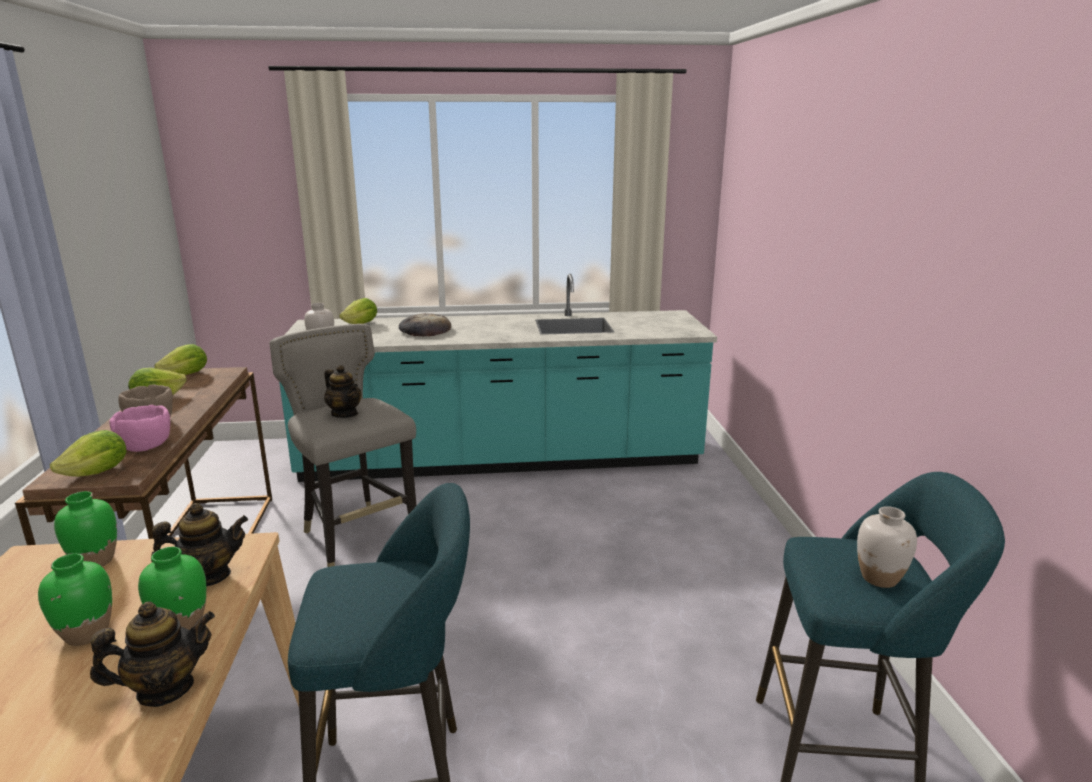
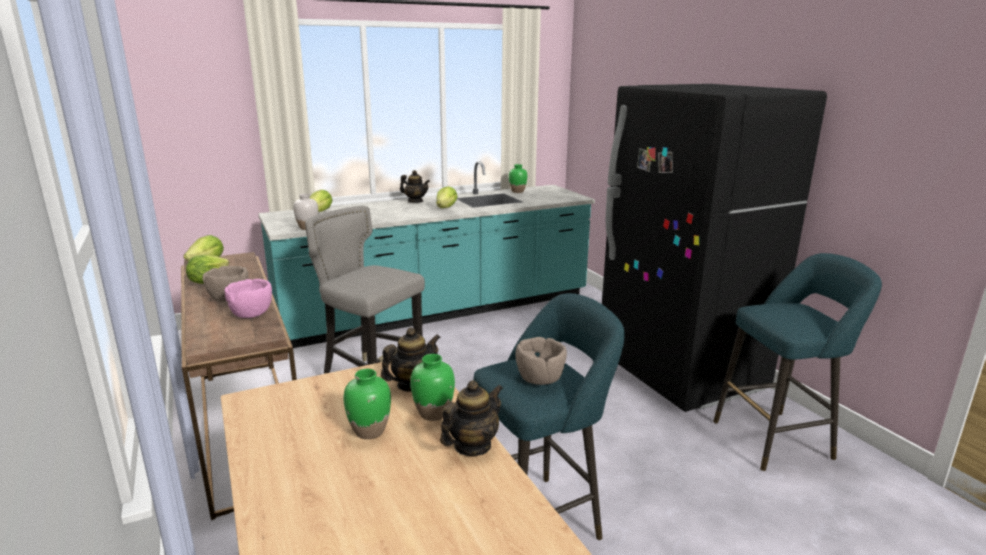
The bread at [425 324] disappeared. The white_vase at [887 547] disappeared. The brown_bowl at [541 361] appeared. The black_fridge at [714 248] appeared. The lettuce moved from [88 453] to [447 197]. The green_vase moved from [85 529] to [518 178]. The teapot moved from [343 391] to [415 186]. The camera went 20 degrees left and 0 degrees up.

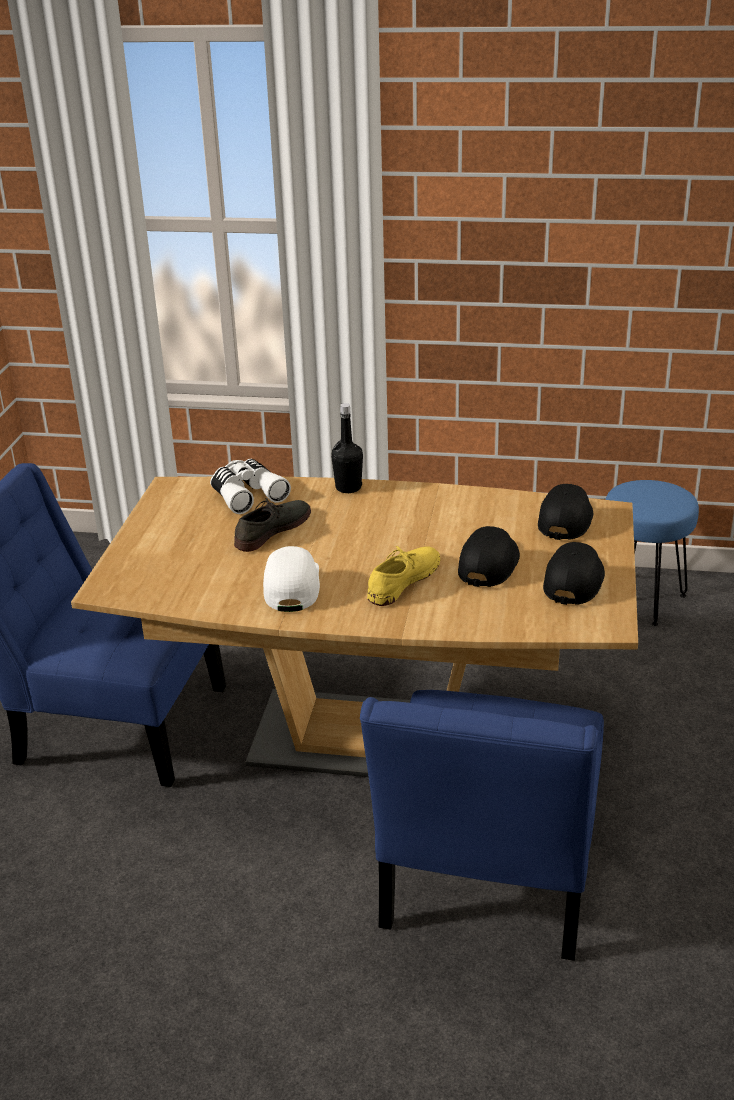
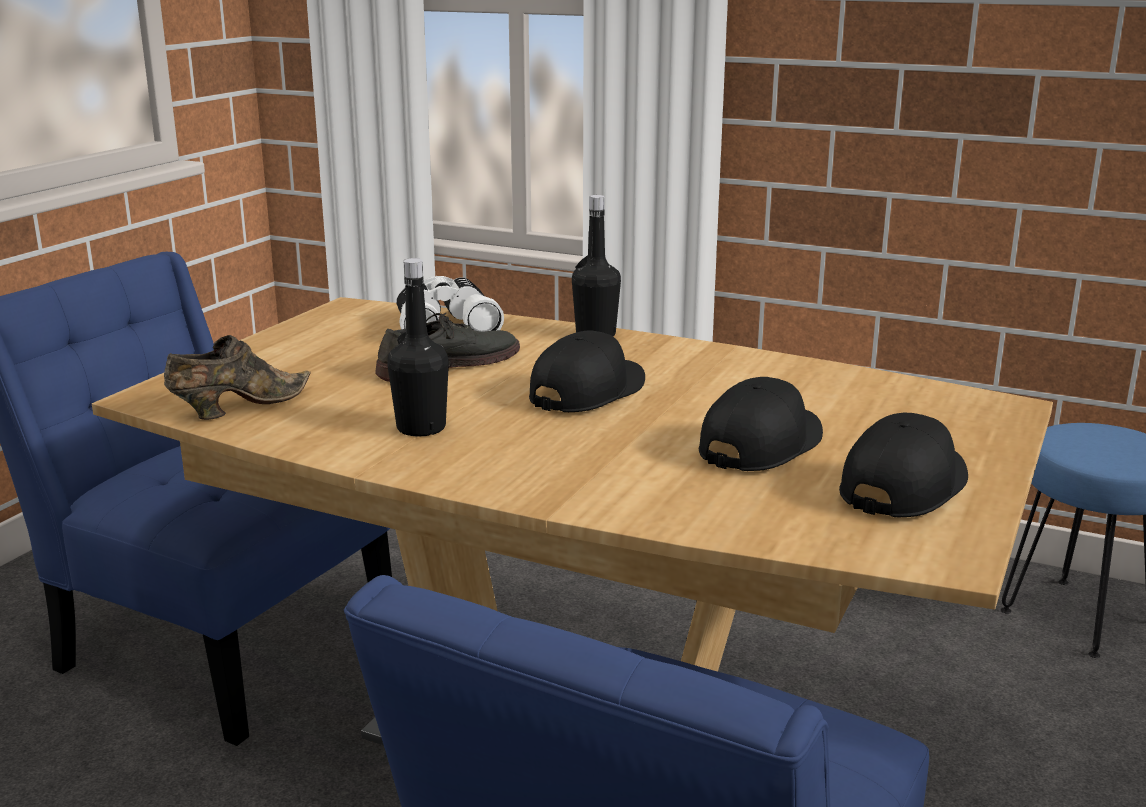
The yellow_shoe at [403 576] disappeared. The brown_shoe at [237 377] appeared. The black_cap moved from [565 512] to [587 371]. The white_cap at [291 579] was replaced by the black_bottle at [418 347]. The camera went 15 degrees right and 10 degrees down.

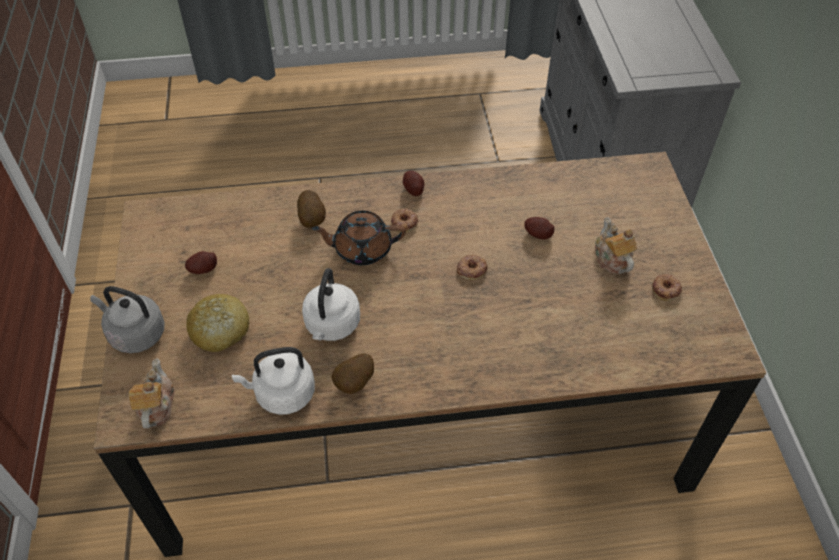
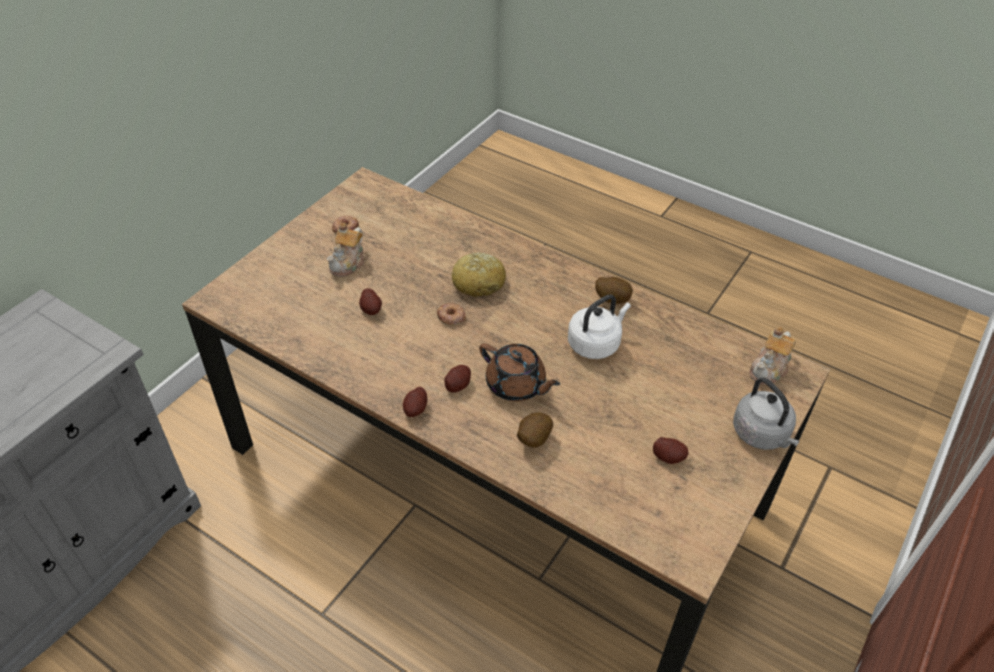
The white_kettle at [273 381] disappeared. The bread moved from [217 323] to [479 274]. The donut at [404 220] was replaced by the potato at [457 378]. The camera went 140 degrees left and 5 degrees down.

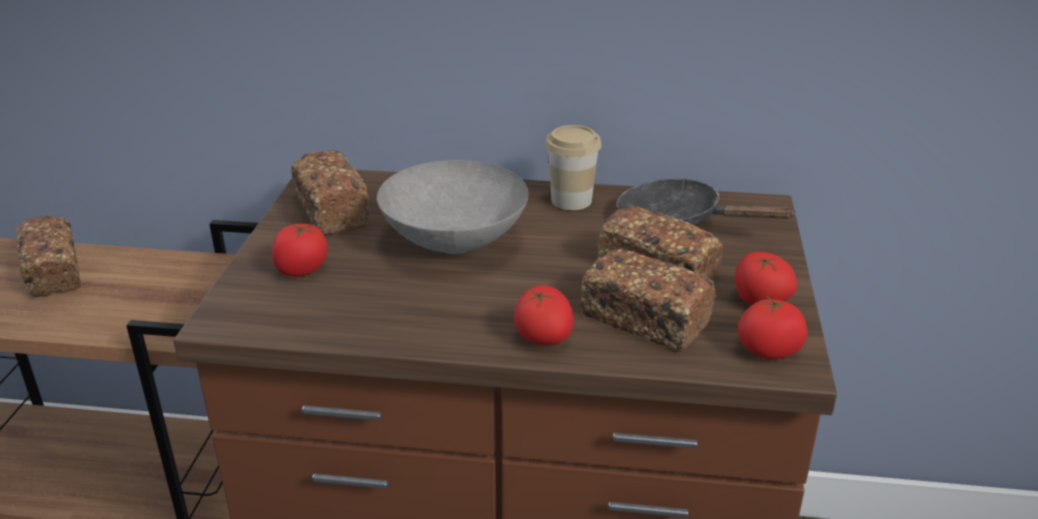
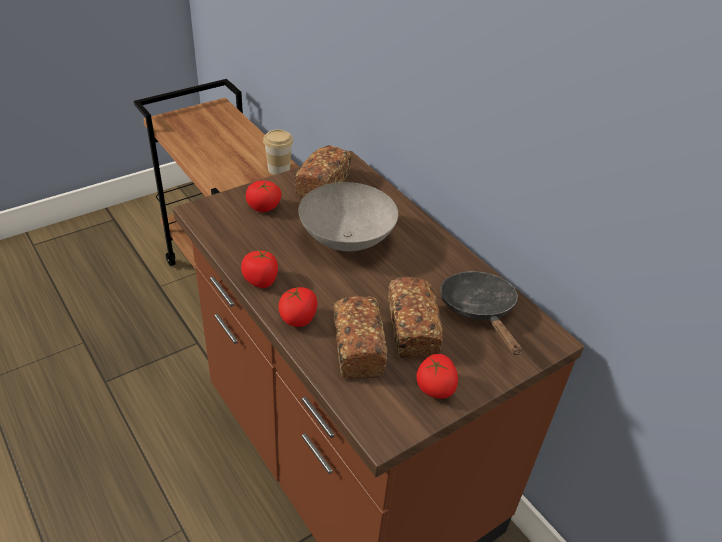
The bread at [48 256] disappeared. The cup moved from [573 167] to [278 152]. The tomato moved from [772 326] to [259 268]. The camera went 45 degrees right and 10 degrees up.

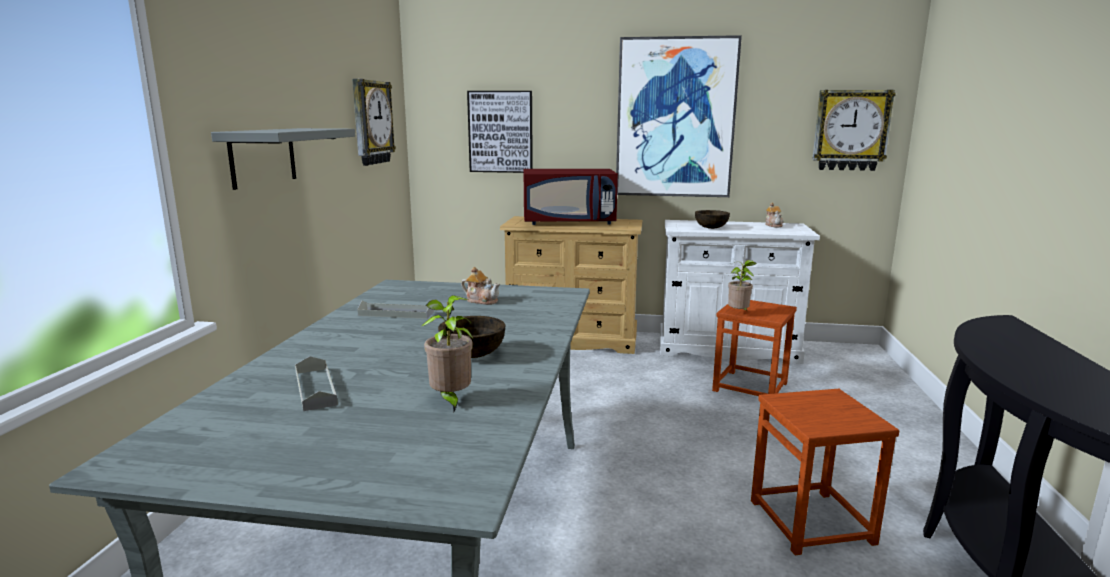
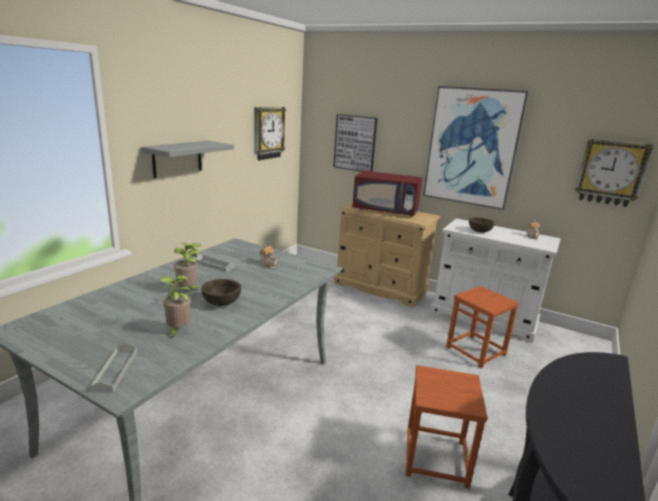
The grey_tray moved from [316 383] to [113 368]. The potted_plant moved from [742 285] to [187 266]. The camera went 20 degrees right and 5 degrees up.

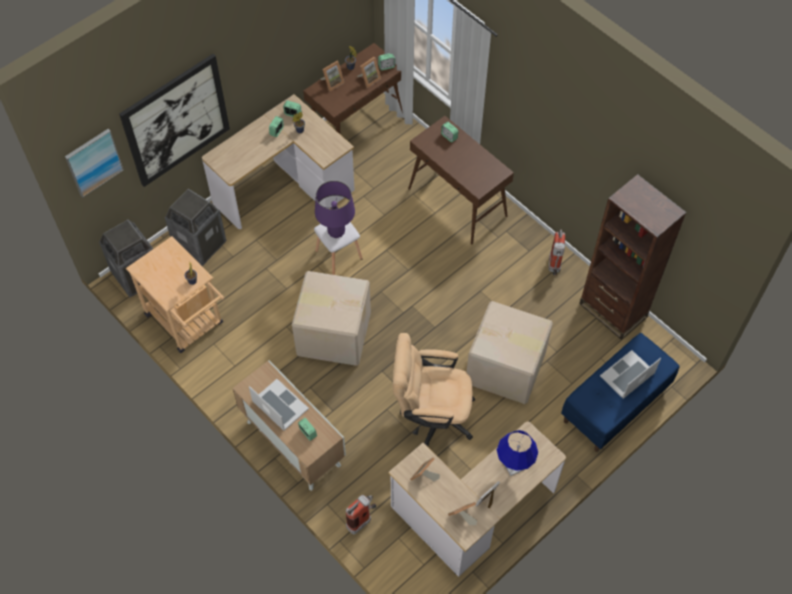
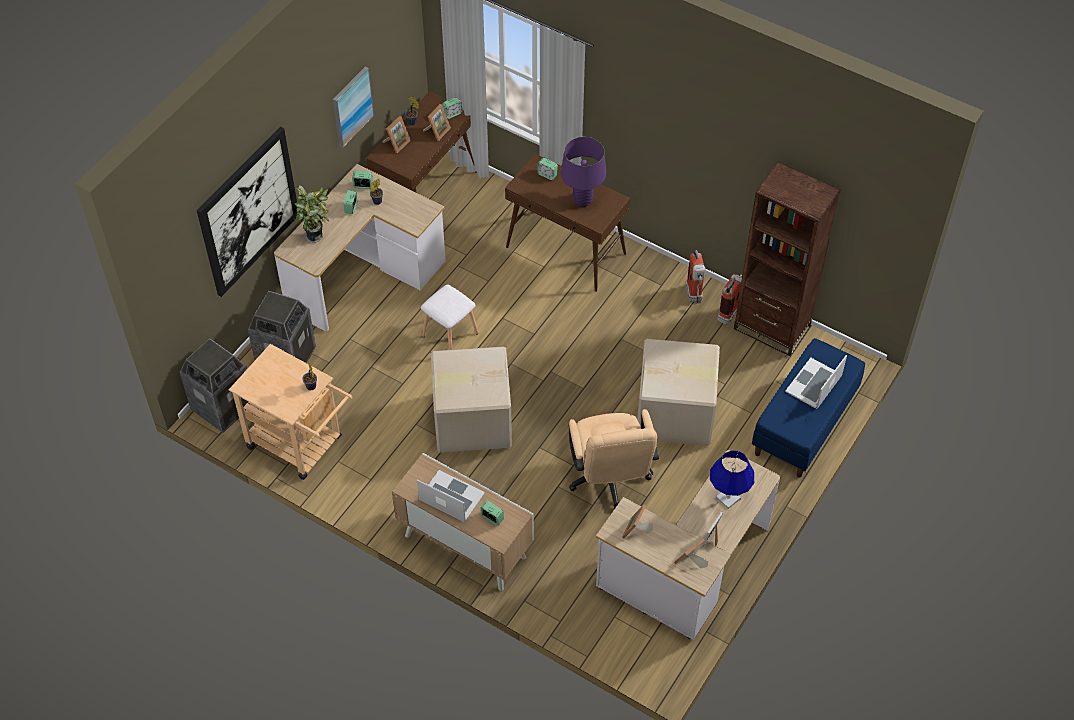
The potted_plant at [312 214] appeared. The picture moved from [94 163] to [353 107]. The purple_table_lamp moved from [335 209] to [584 172]. The fire_extinguisher moved from [361 514] to [729 299]. The beige_office_chair at [434 390] turned 90 degrees counterclockwise. The camera went 15 degrees left and 5 degrees down.

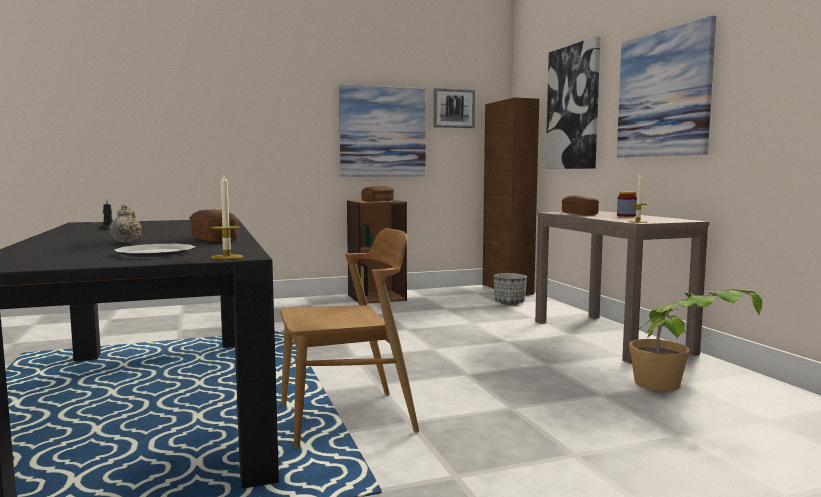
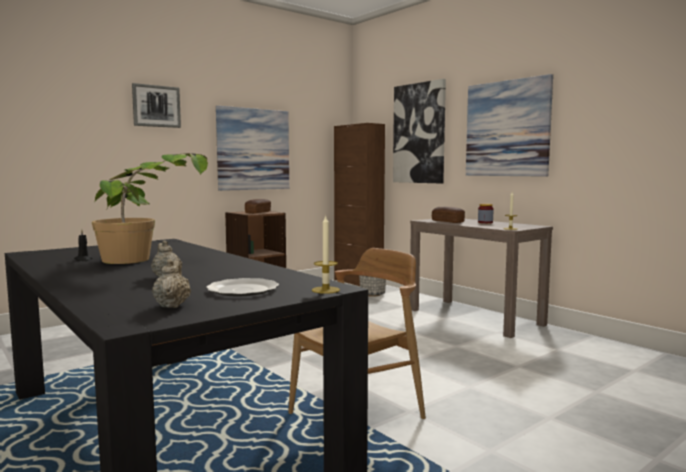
The bread at [213 225] disappeared. The beige_teapot at [171 283] appeared. The picture moved from [454 108] to [156 105]. The potted_plant moved from [695 339] to [150 208]. The camera went 20 degrees left and 0 degrees up.

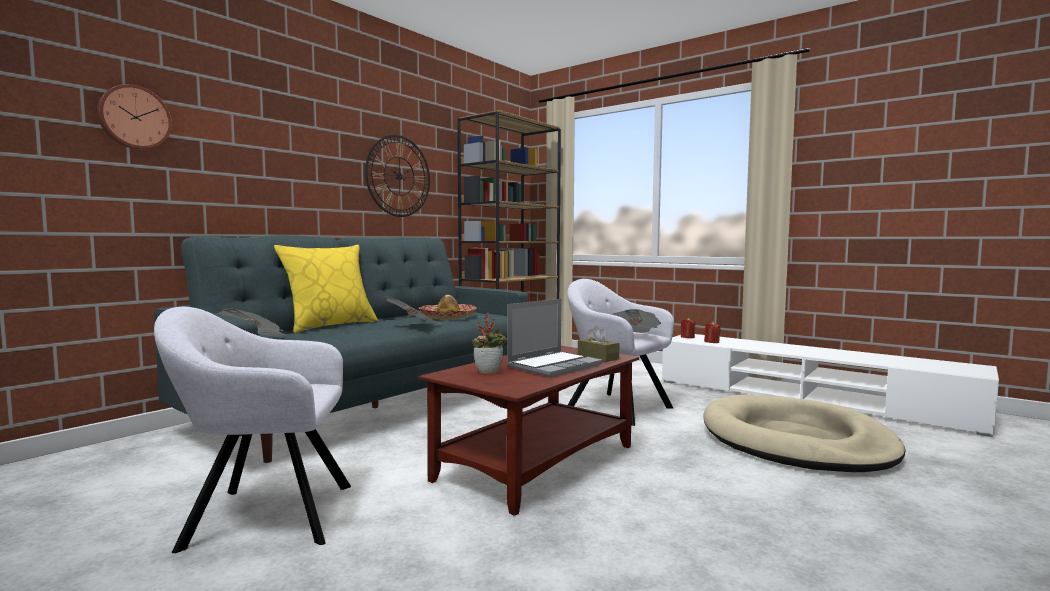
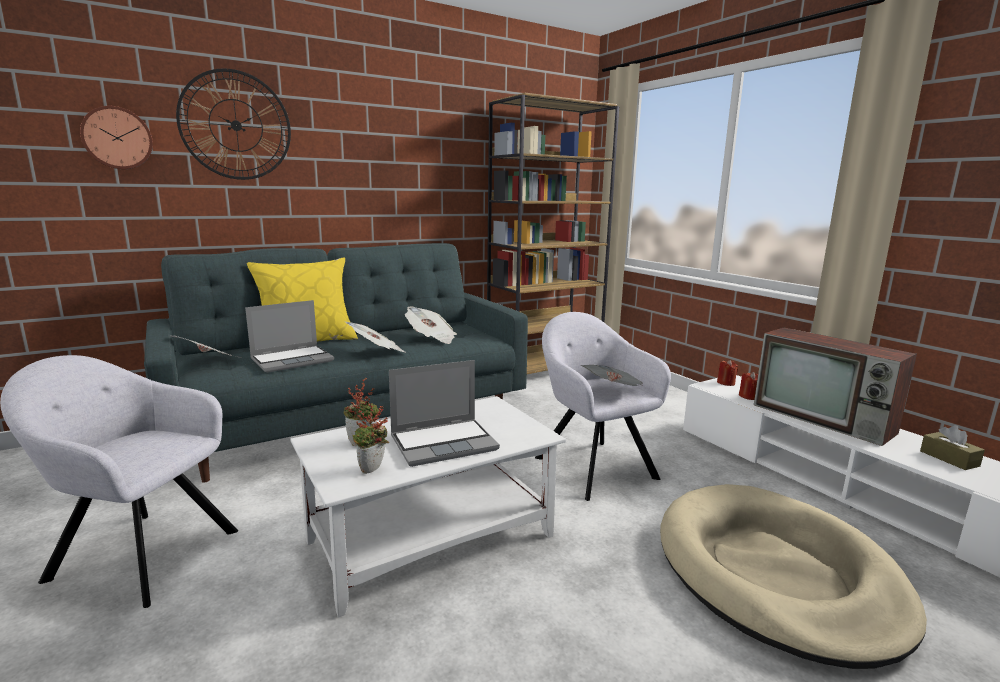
The laptop at [289 336] appeared. The potted_plant at [370 439] appeared. The television at [835 387] appeared. The wall_clock moved from [397 176] to [233 124]. The brown_tissue_box moved from [598 343] to [952 447]. The hat at [448 307] was replaced by the newspaper at [431 325]. The brown_coffee_table at [529 431] became the white_coffee_table at [428 506]. The camera went 20 degrees right and 10 degrees up.

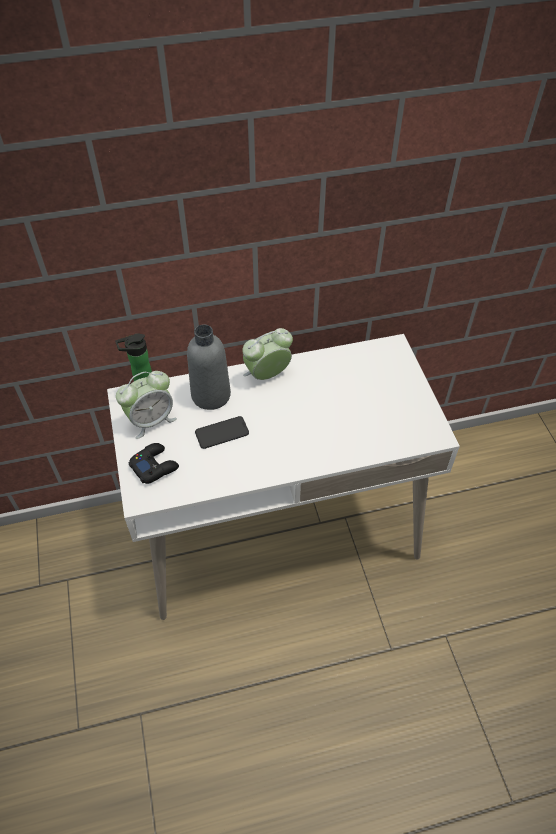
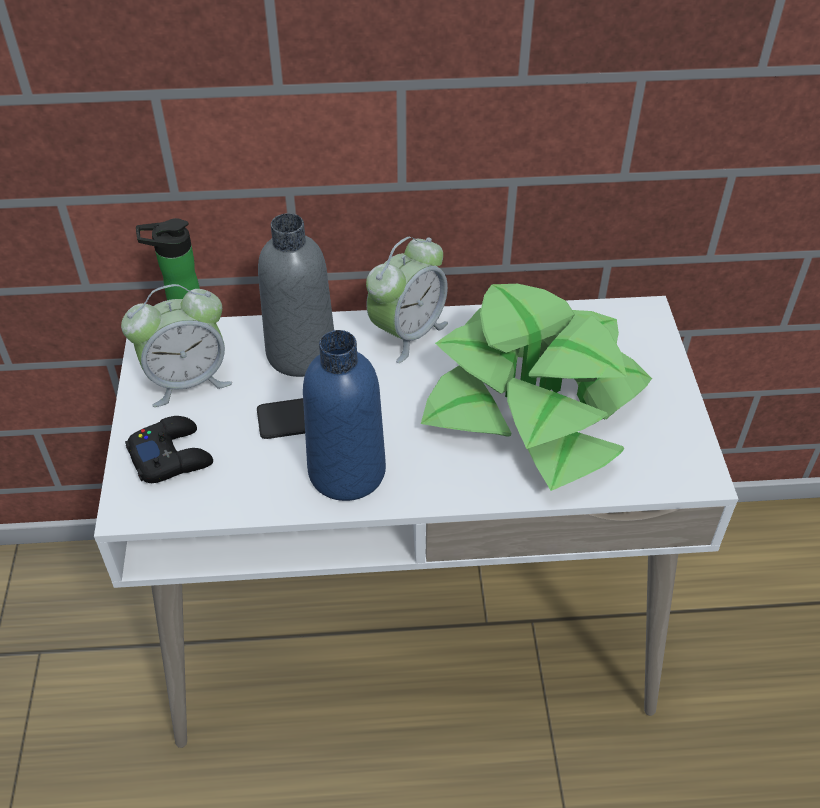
The blue_bottle at [344 415] appeared. The potted_plant at [536 387] appeared. The alarm_clock at [267 354] turned 150 degrees clockwise. The camera went 10 degrees right and 5 degrees down.

